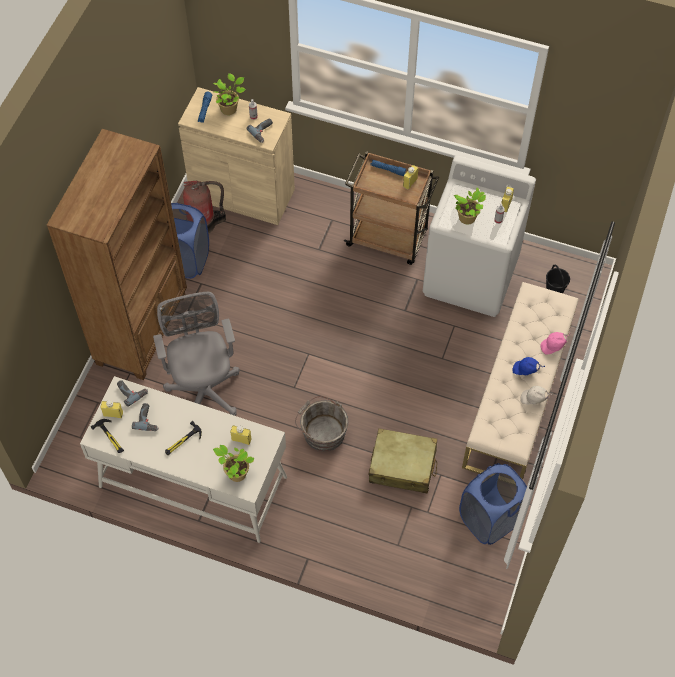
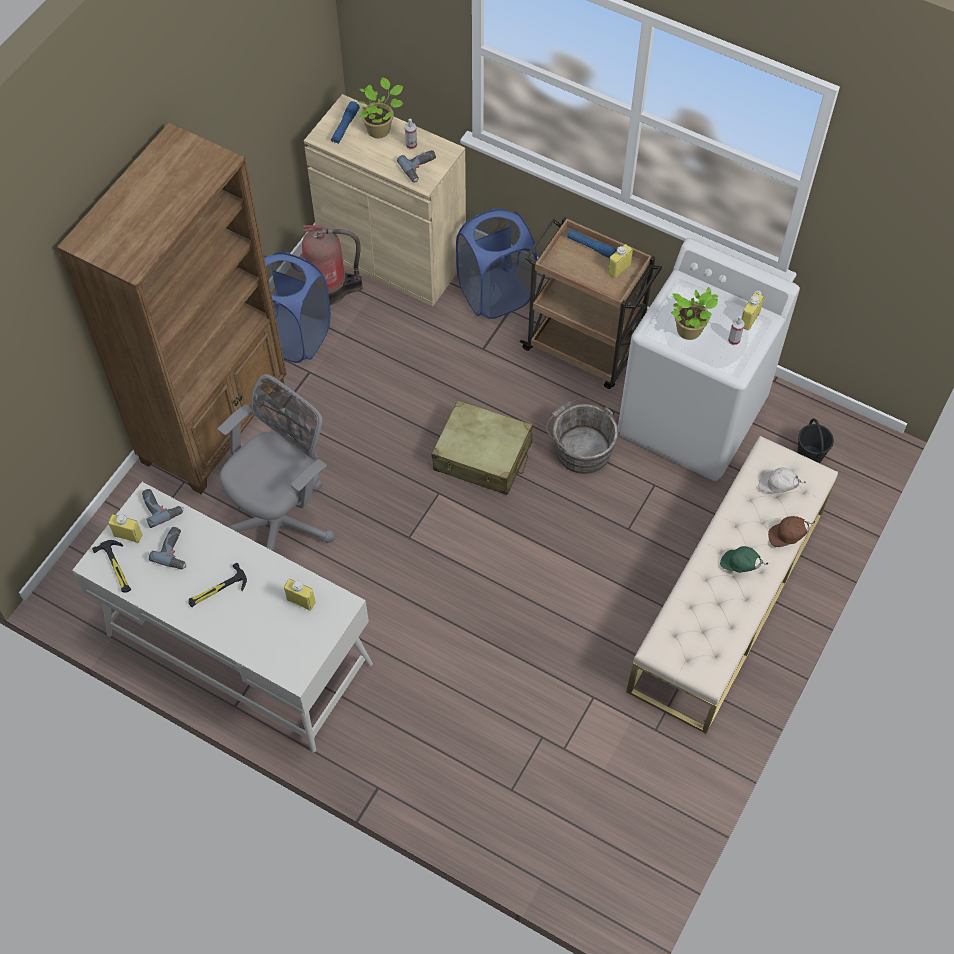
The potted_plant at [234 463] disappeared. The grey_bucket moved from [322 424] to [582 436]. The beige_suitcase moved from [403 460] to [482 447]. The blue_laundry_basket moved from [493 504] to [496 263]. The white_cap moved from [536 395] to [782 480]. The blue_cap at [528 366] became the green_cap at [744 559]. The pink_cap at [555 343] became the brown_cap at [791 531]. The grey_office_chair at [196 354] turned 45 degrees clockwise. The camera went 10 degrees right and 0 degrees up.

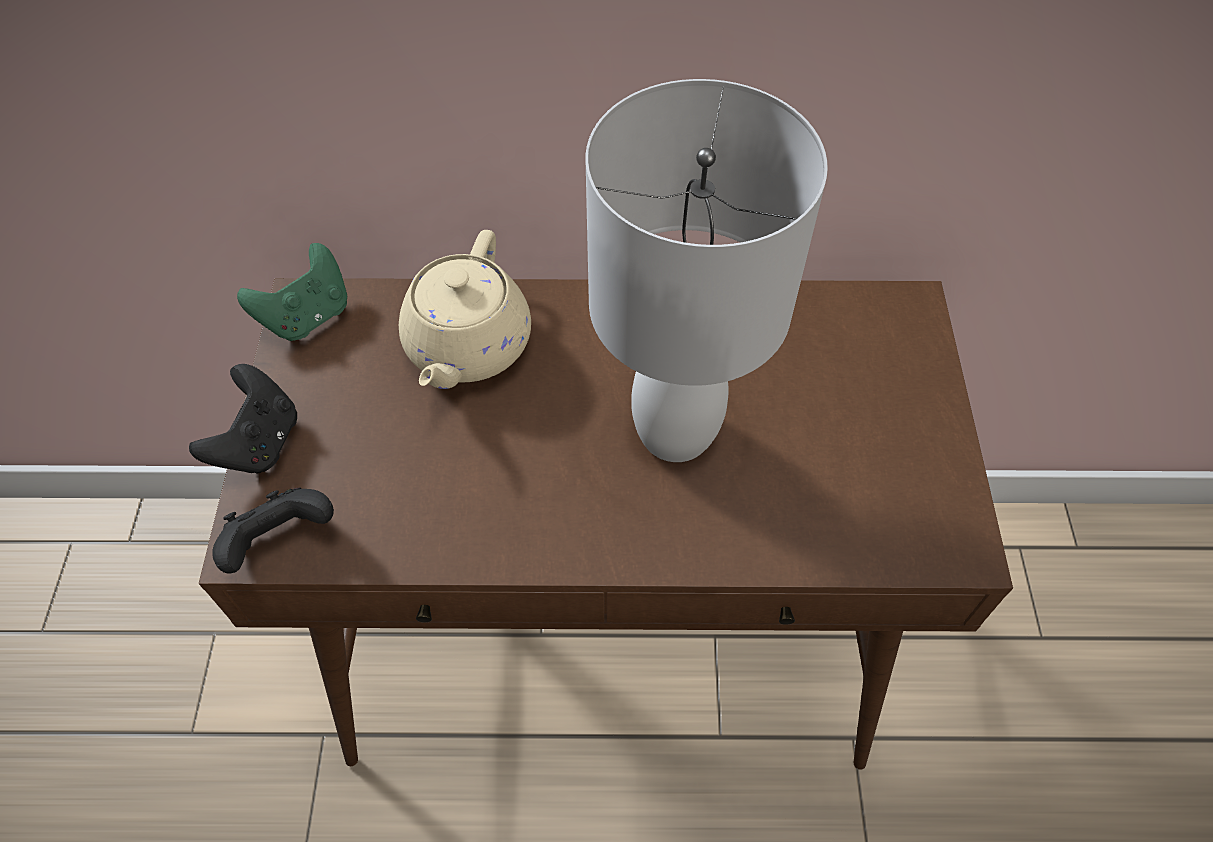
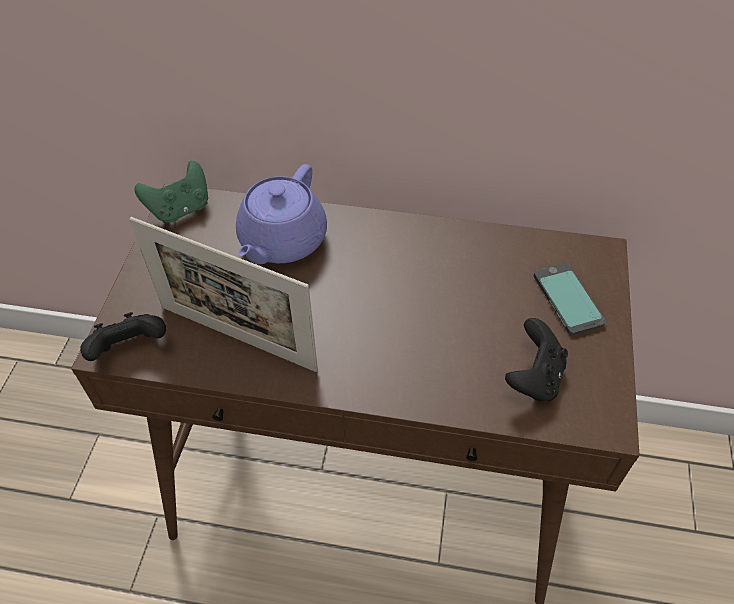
The white_table_lamp at [707 270] disappeared. The picture_frame at [223 294] appeared. The phone at [570 299] appeared. The black_game_controller moved from [243 418] to [536 360]. The beige_teapot at [465 309] became the purple_teapot at [281 214]. The camera went 10 degrees right and 5 degrees down.

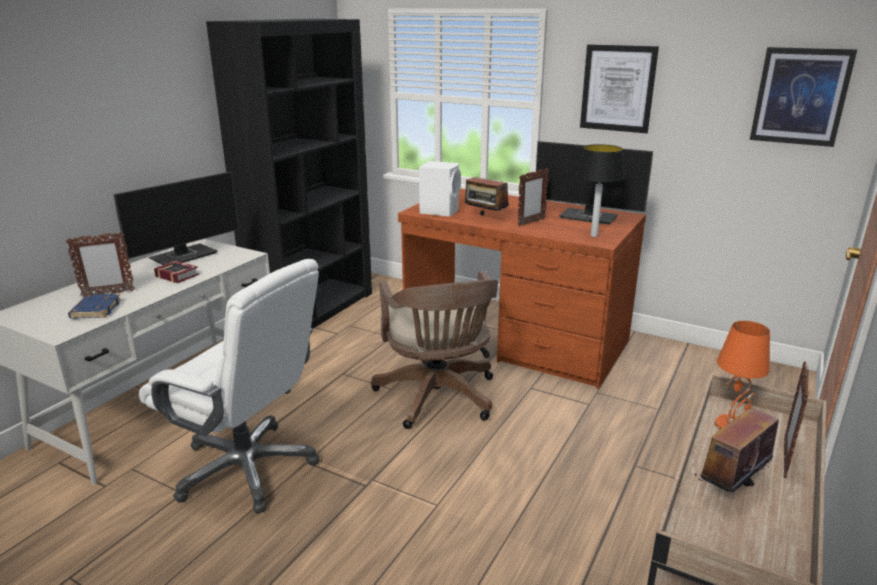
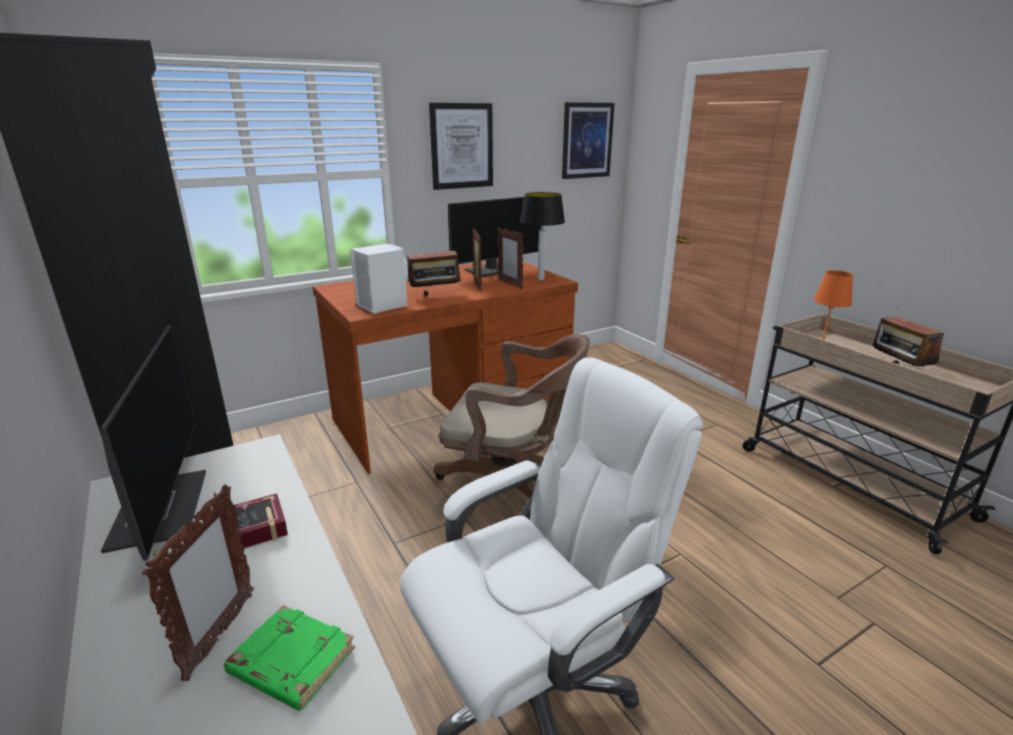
The picture_frame moved from [796 419] to [510 258]. The blue_book at [94 306] became the green_book at [289 658]. The camera went 60 degrees left and 0 degrees up.

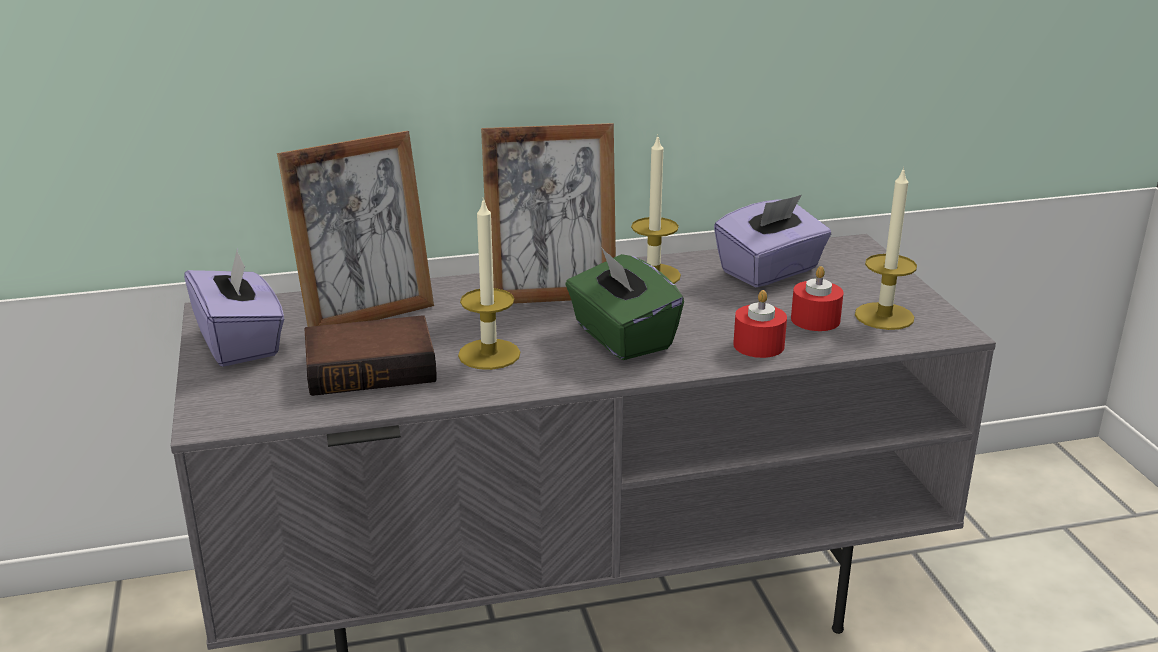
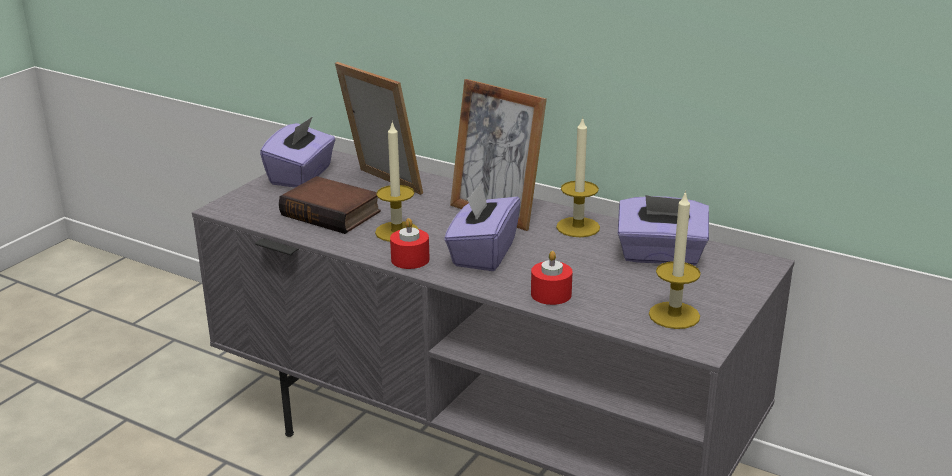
The red_candle moved from [817 298] to [410 243]. The green_tissue_box at [624 304] became the purple_tissue_box at [482 227]. The picture_frame at [355 229] turned 150 degrees counterclockwise. The camera went 45 degrees right and 0 degrees up.

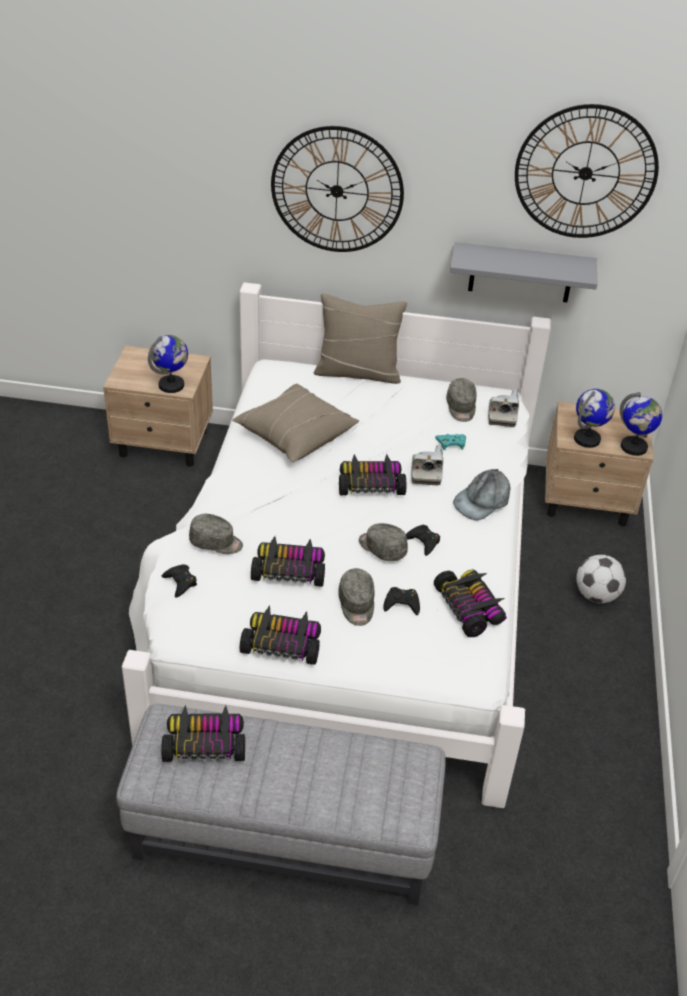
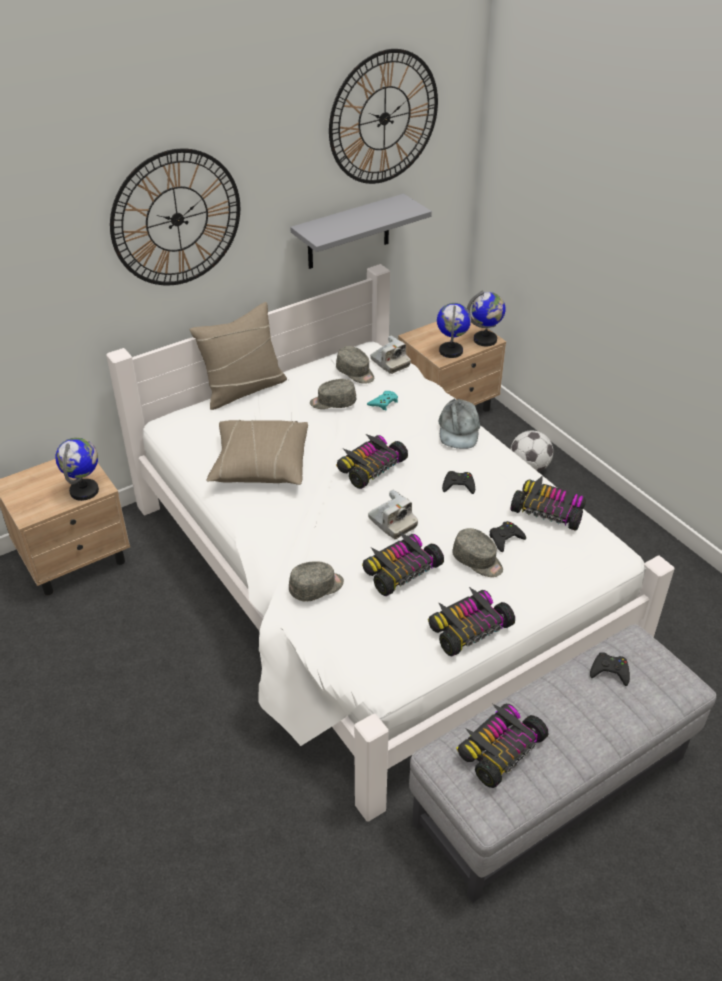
The black_game_controller moved from [179 581] to [610 669]. The grey_cap moved from [383 542] to [333 394]. The photo_camera moved from [427 465] to [393 514]. The camera went 40 degrees left and 0 degrees up.

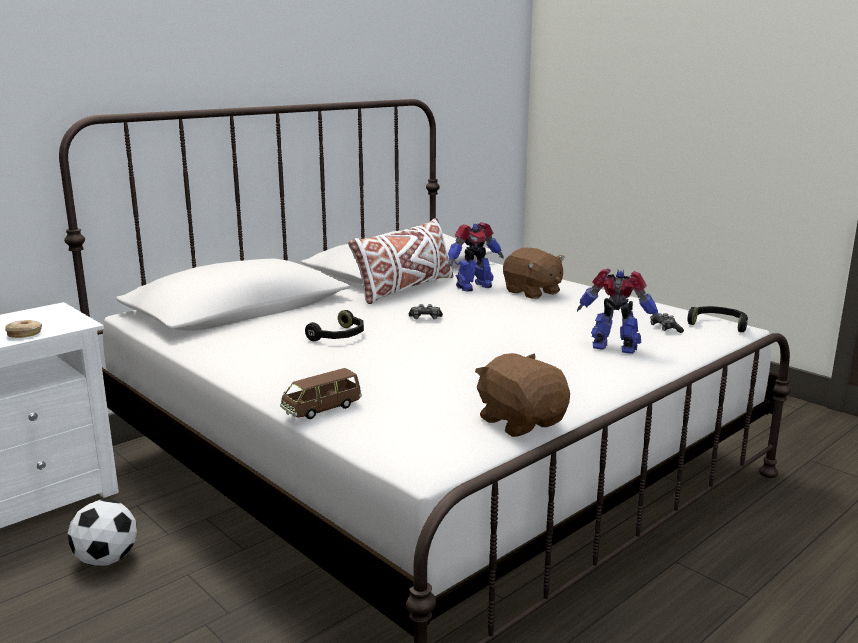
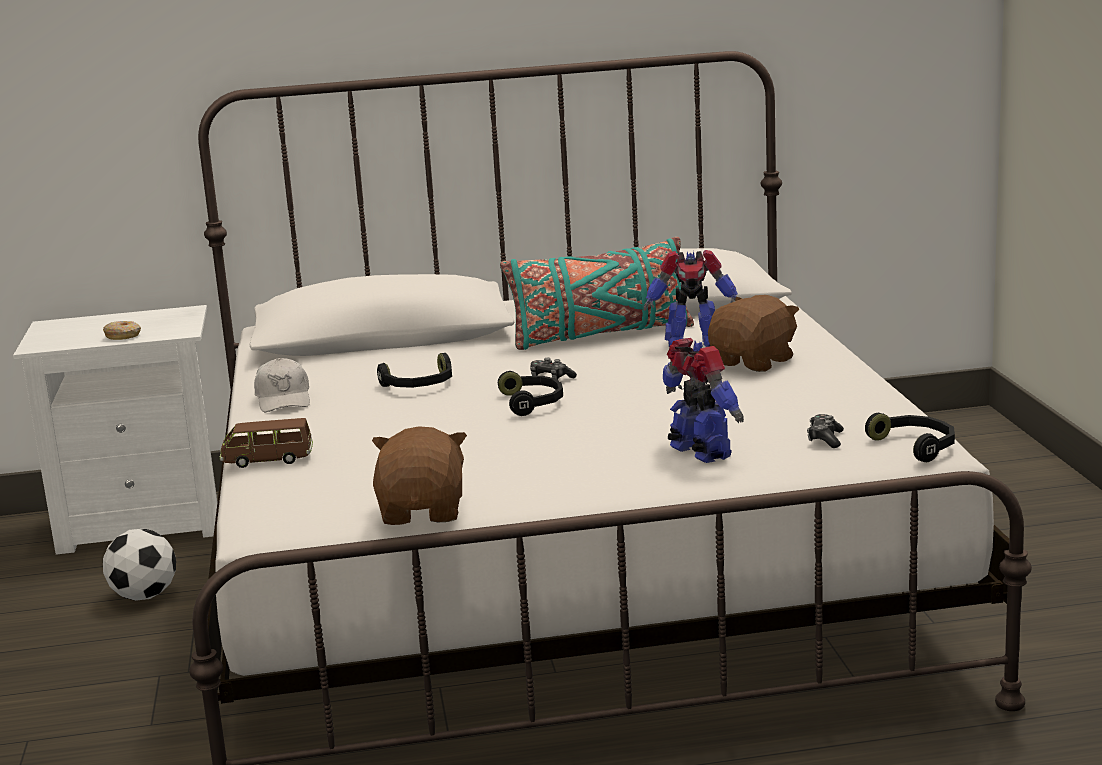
The white_cap at [282 385] appeared. The black_headphones at [530 393] appeared. The white_pillow at [400 261] became the turquoise_pillow at [597 293]. The brown_plush_toy at [534 273] turned 135 degrees counterclockwise. The camera went 35 degrees right and 0 degrees up.

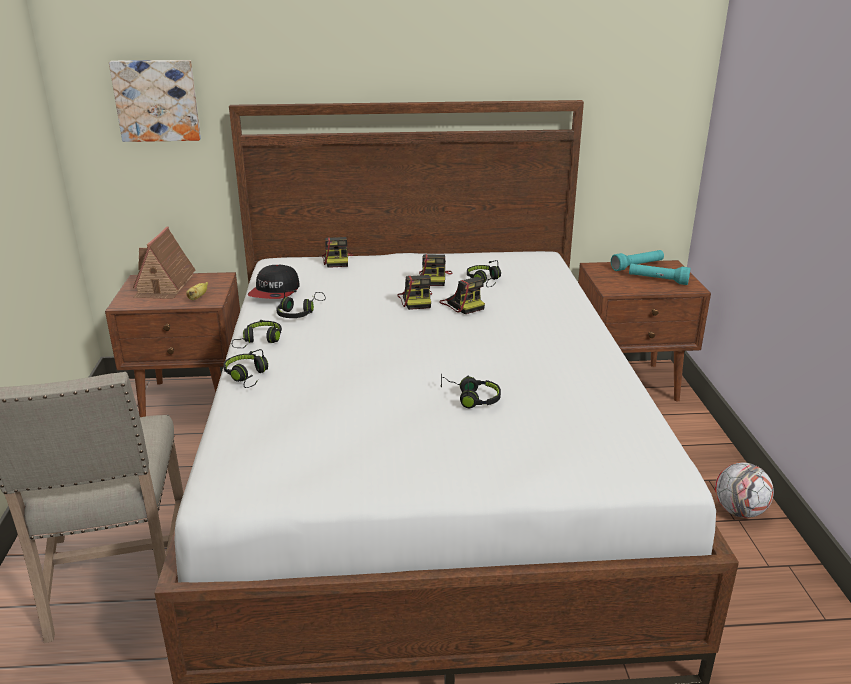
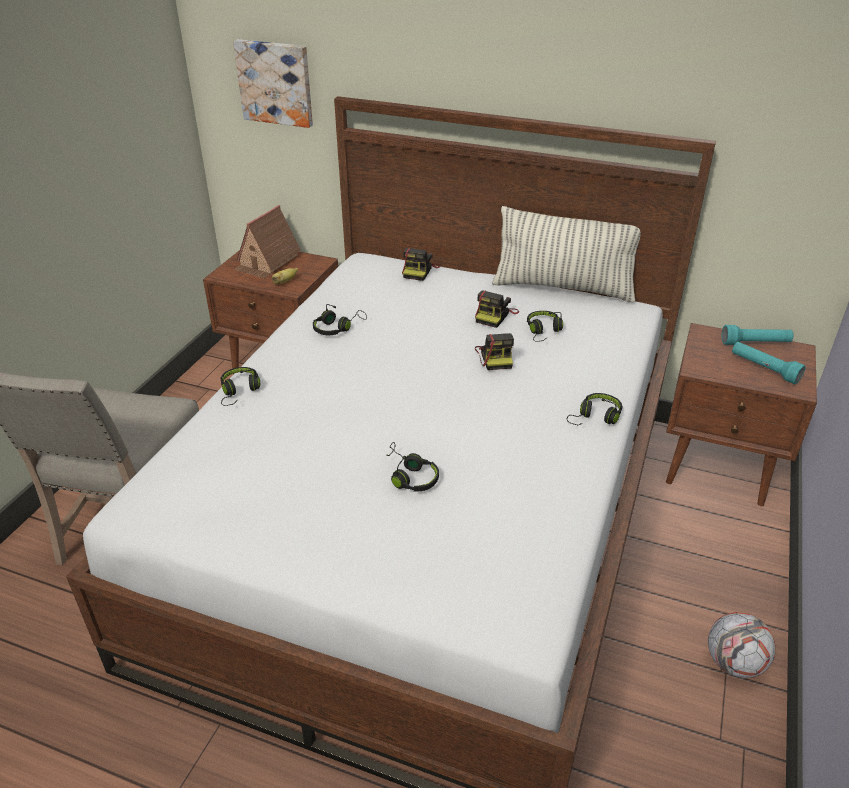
The cap at [274 282] disappeared. The photo_camera at [415 292] disappeared. The pillow at [566 254] appeared. The black_headphones moved from [257 334] to [595 409]. The camera went 25 degrees right and 10 degrees up.

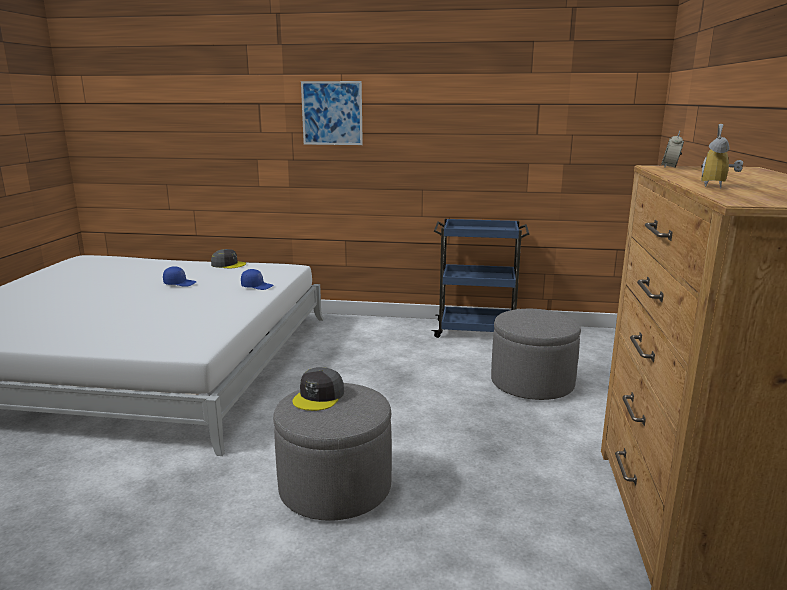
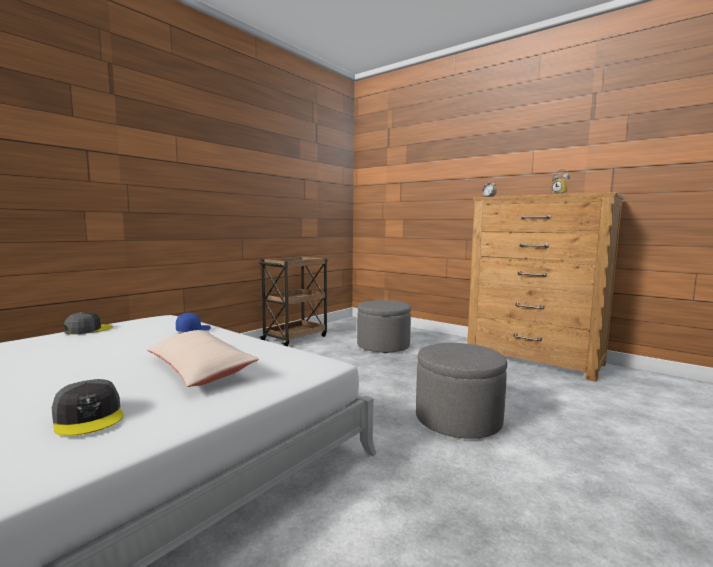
The blue_cap at [180 276] disappeared. The picture at [332 113] disappeared. The beige_pillow at [203 358] appeared. The grey_cap moved from [318 389] to [87 407]. The blue_cart at [480 278] became the brown_cart at [293 301]. The camera went 60 degrees left and 10 degrees down.

